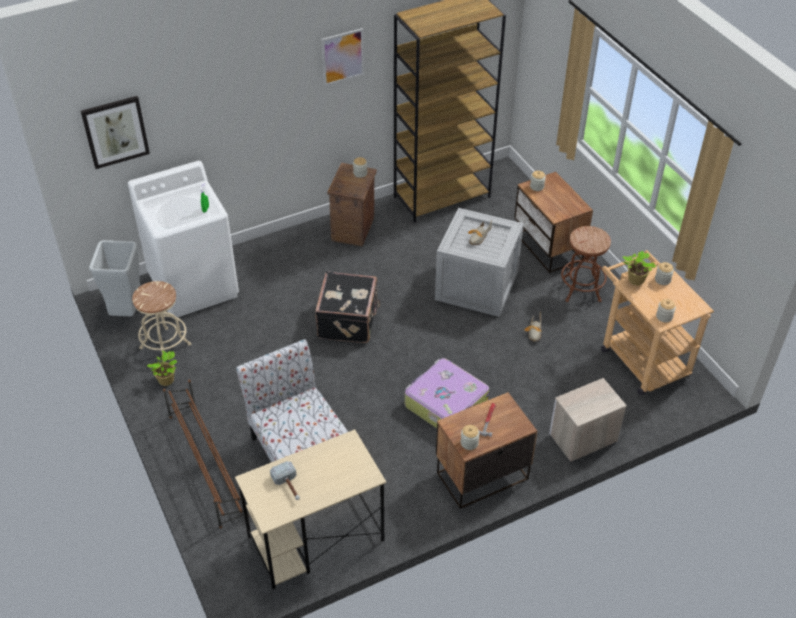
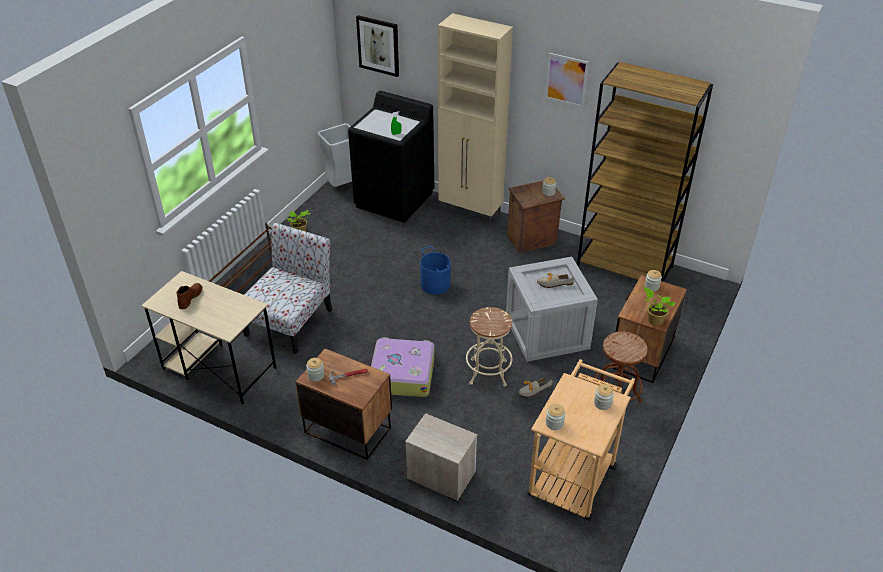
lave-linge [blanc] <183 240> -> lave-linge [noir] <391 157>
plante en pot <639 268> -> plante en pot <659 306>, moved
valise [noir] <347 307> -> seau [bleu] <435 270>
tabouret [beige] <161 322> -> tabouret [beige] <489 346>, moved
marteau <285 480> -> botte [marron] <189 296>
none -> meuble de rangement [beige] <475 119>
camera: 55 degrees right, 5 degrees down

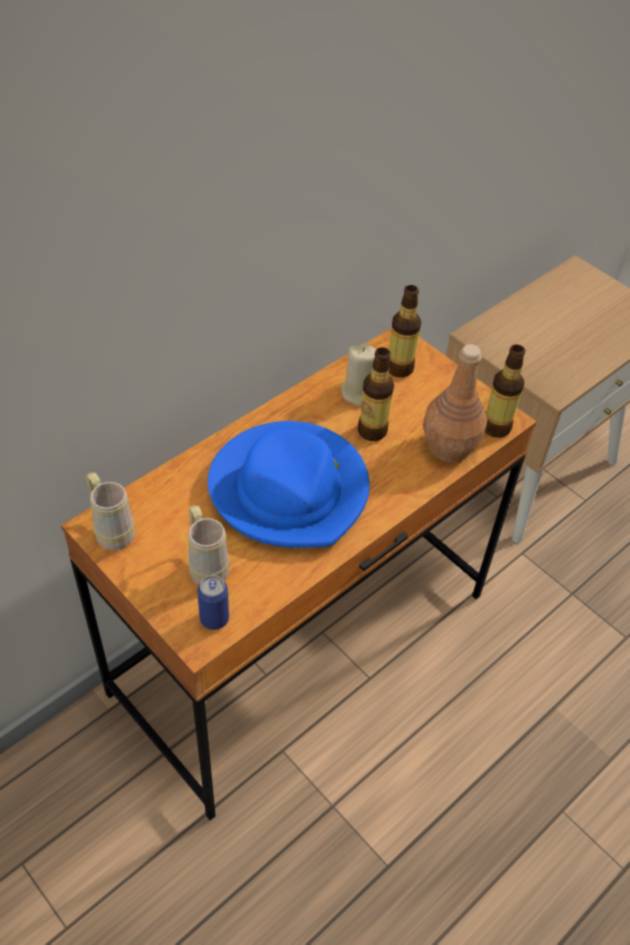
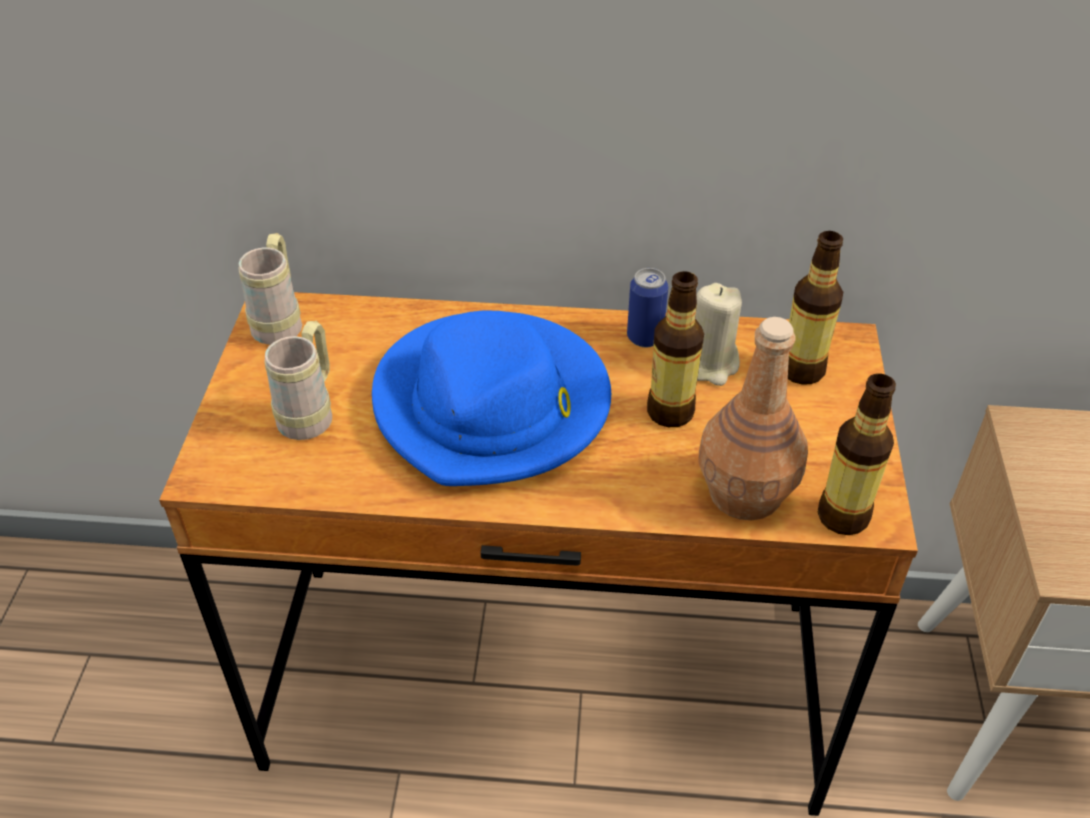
boîte métallique <213 602> -> boîte métallique <647 307>, moved
camera: 50 degrees right, 5 degrees down

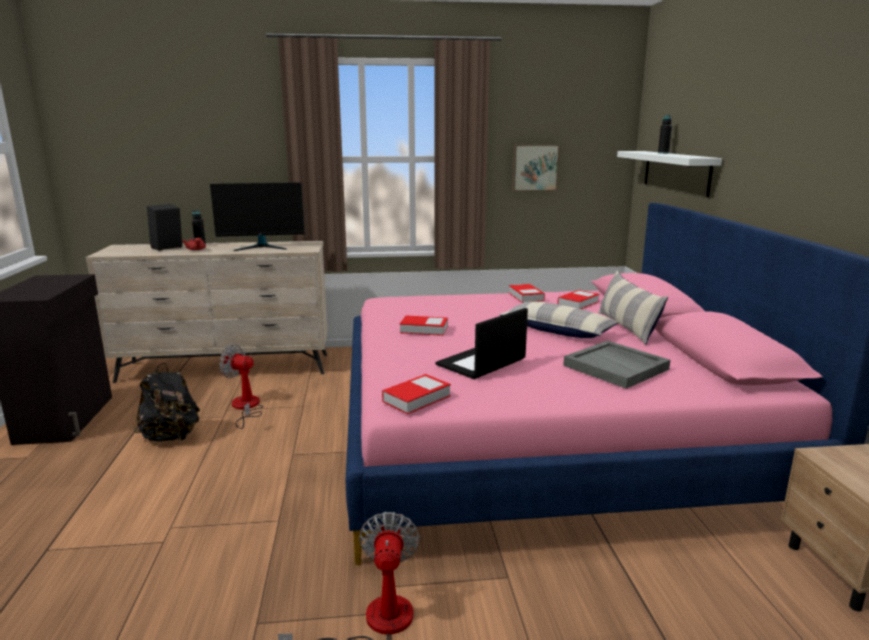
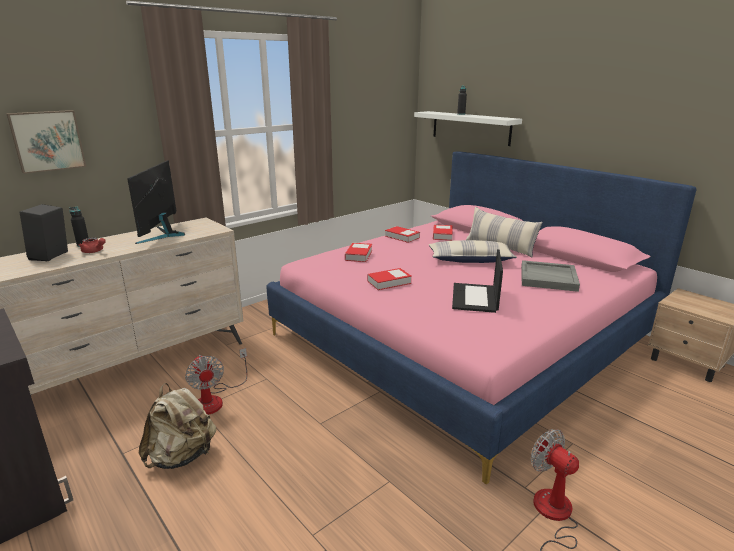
tableau <536 167> -> tableau <46 142>, moved
écran d'ordinateur <257 216> -> écran d'ordinateur <156 202>, 135 degrees clockwise
ventilateur <241 386> -> ventilateur <216 381>, 105 degrees counterclockwise
sac à dos [noir] <167 402> -> sac à dos [beige] <177 426>
livre <416 394> -> livre <358 252>, moved
camera: 35 degrees left, 5 degrees up

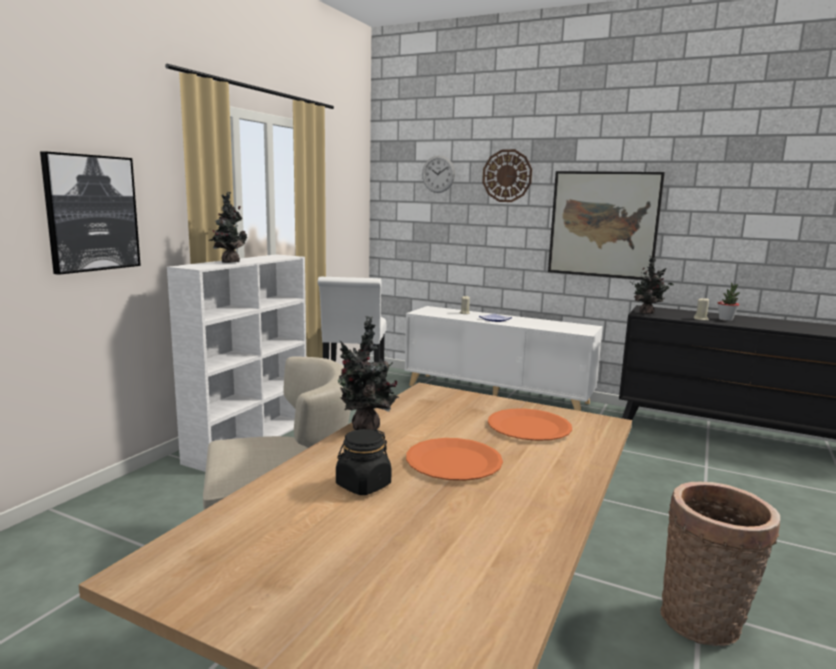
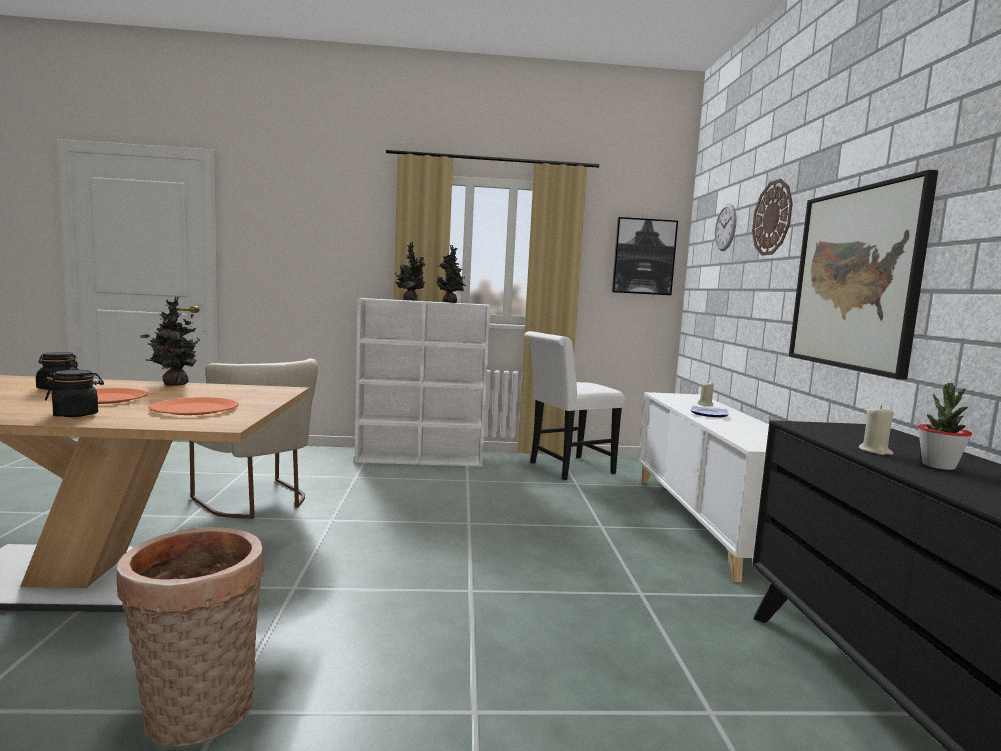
tableau <90 213> -> tableau <645 256>, moved
plante en pot <652 285> -> plante en pot <452 274>, moved
none -> bocal [noir] <74 393>
camera: 60 degrees right, 5 degrees down

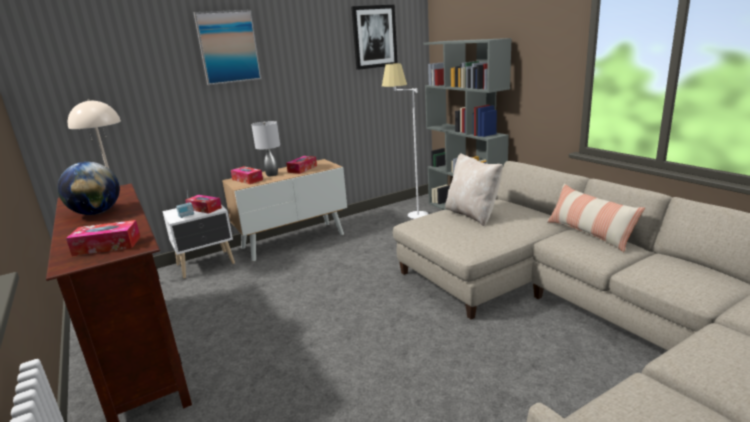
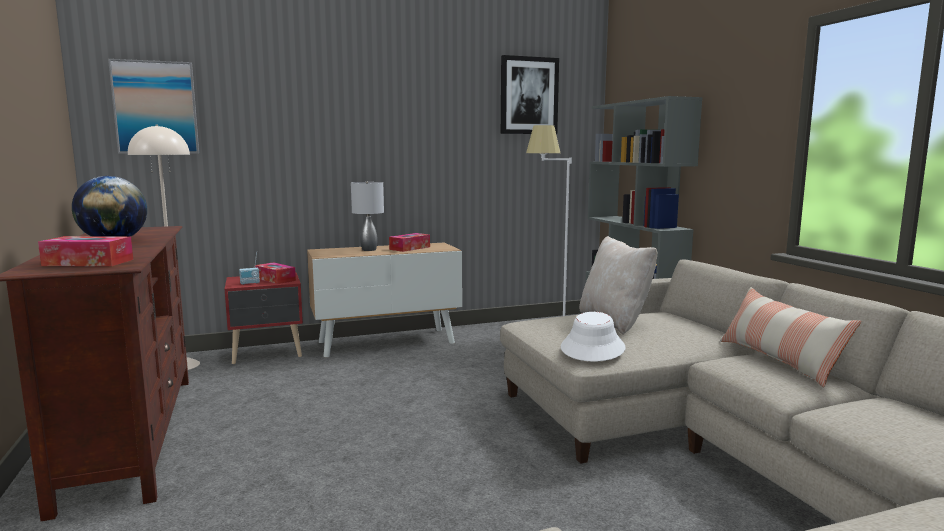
tableau <227 47> -> tableau <153 106>, moved
boîte à mouchoirs <247 175> -> none
table de chevet [blanc] <198 241> -> table de chevet [rouge] <264 318>
none -> chapeau [blanc] <593 336>
camera: 10 degrees right, 10 degrees down

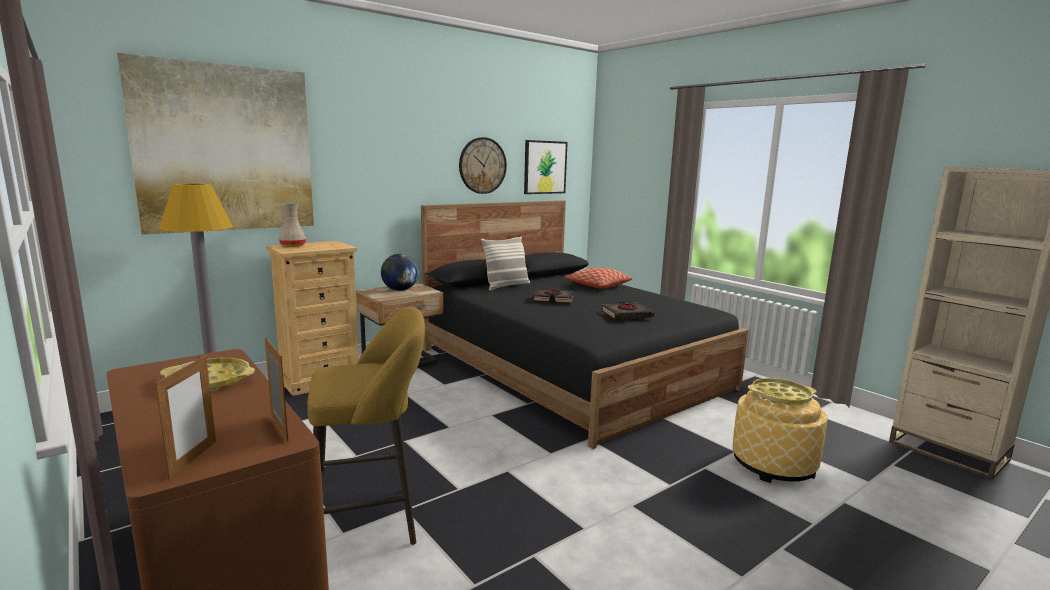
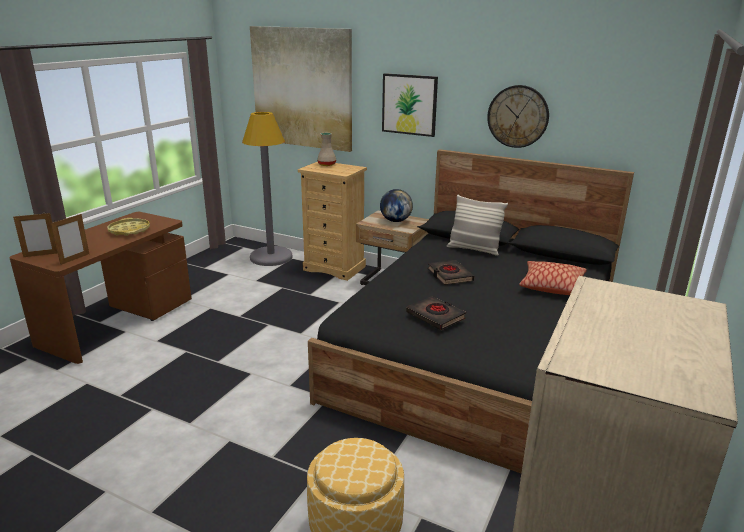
tableau <546 167> -> tableau <410 105>, moved
tabouret [jaune] <366 426> -> none
plateau [jaune] <782 391> -> none
camera: 65 degrees right, 10 degrees up

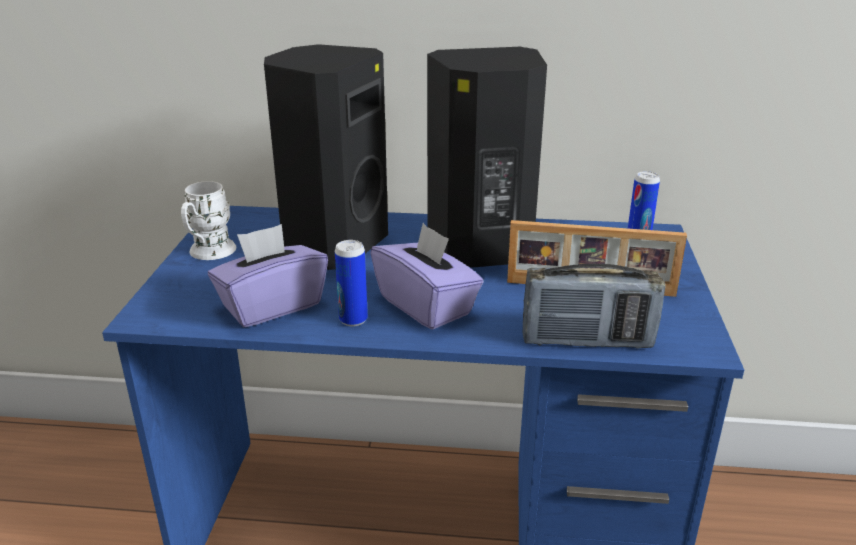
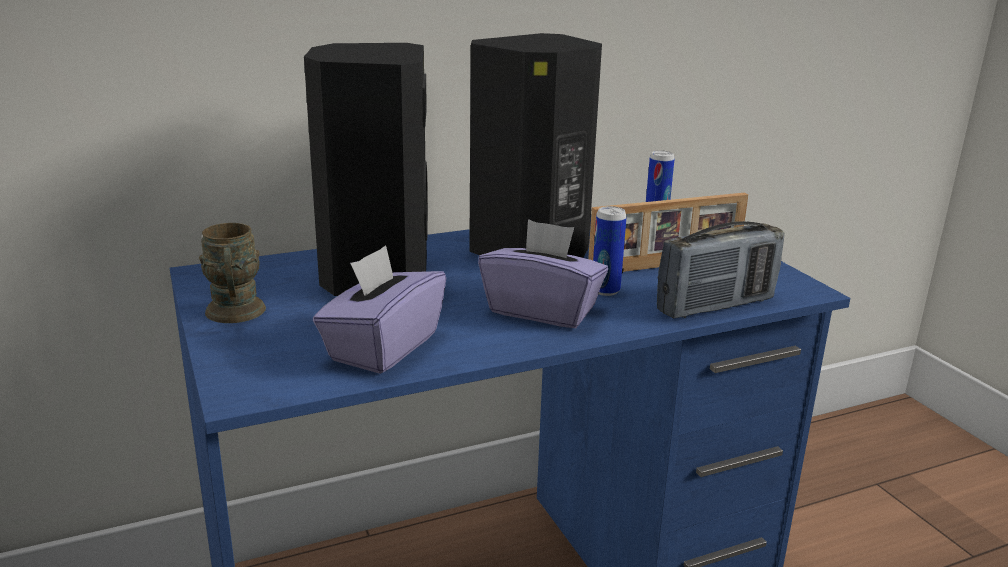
mug [blanc] <208 220> -> mug [marron] <232 273>
boîte métallique <351 283> -> boîte métallique <610 251>, moved
camera: 30 degrees left, 5 degrees down

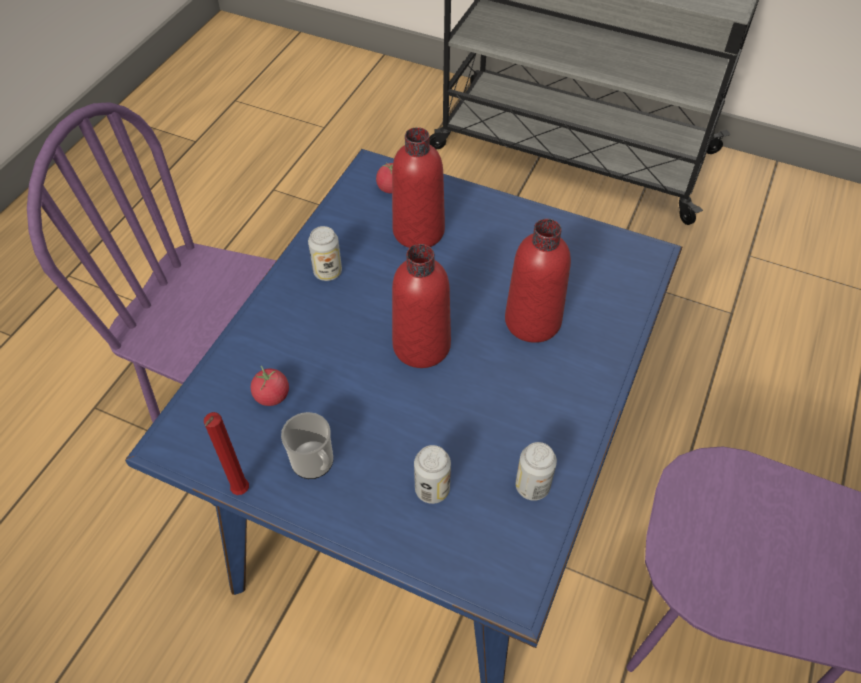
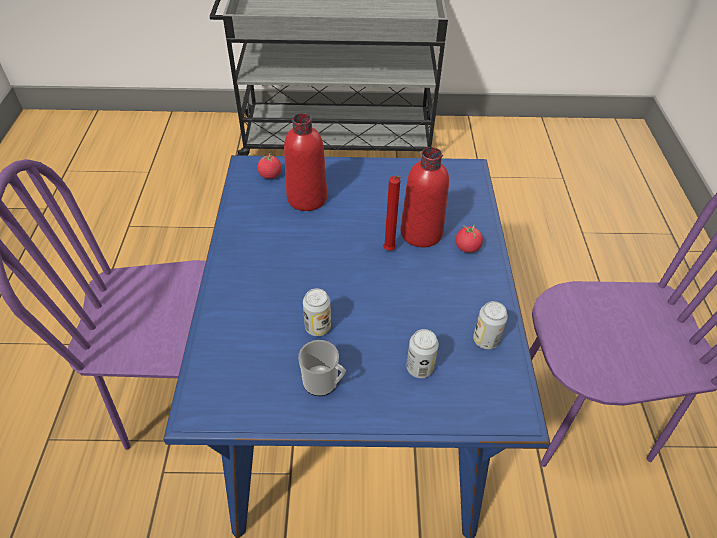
boîte métallique <325 253> -> boîte métallique <317 312>, moved
bouteille [rouge] <421 306> -> none
tomate <269 386> -> tomate <469 239>, moved
bougie [rouge] <226 453> -> bougie [rouge] <392 213>, moved
camera: 25 degrees left, 5 degrees down

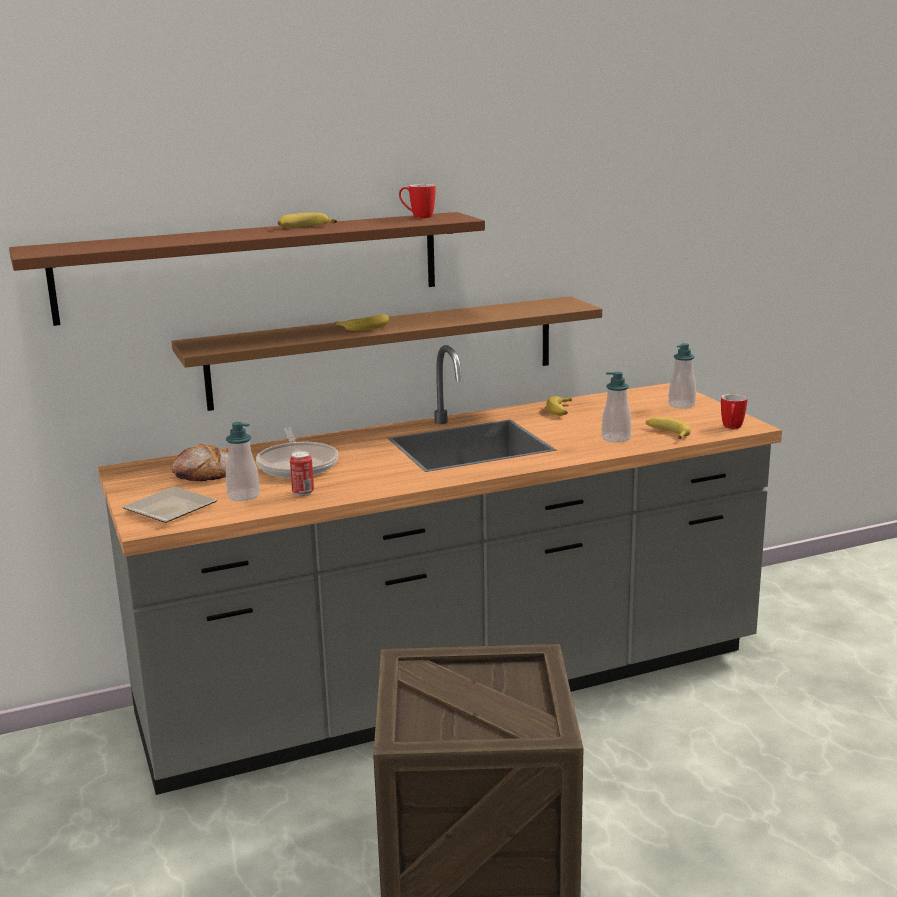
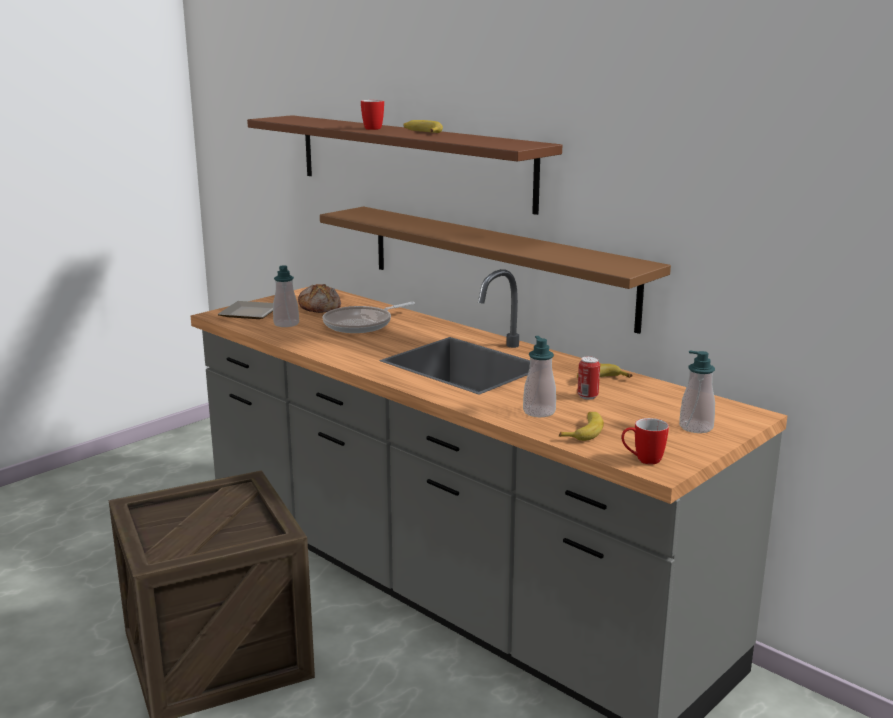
mug <417 201> -> mug <372 115>, moved
banane <361 322> -> none
boîte métallique <302 473> -> boîte métallique <588 378>, moved
camera: 65 degrees right, 0 degrees up

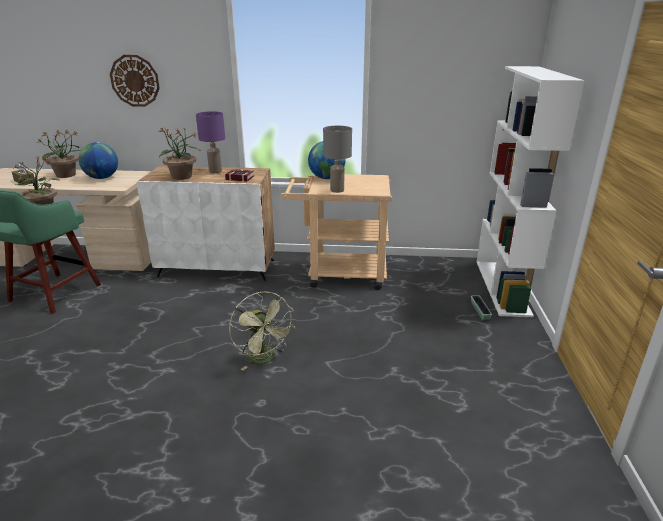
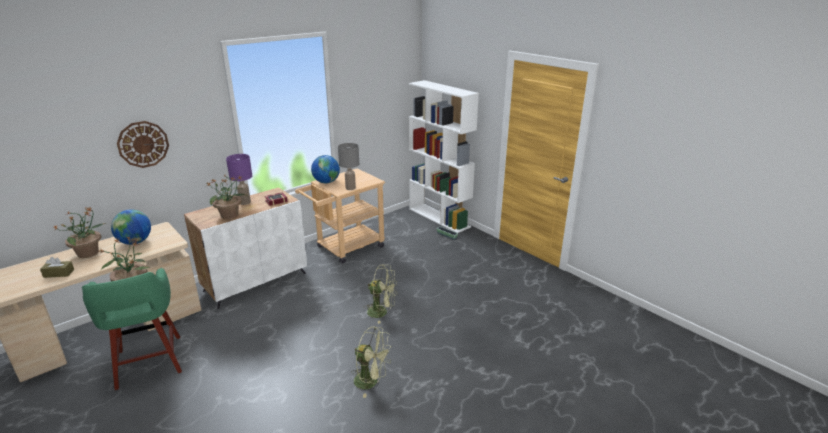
none -> ventilateur [vert] <371 362>
camera: 45 degrees left, 0 degrees up

